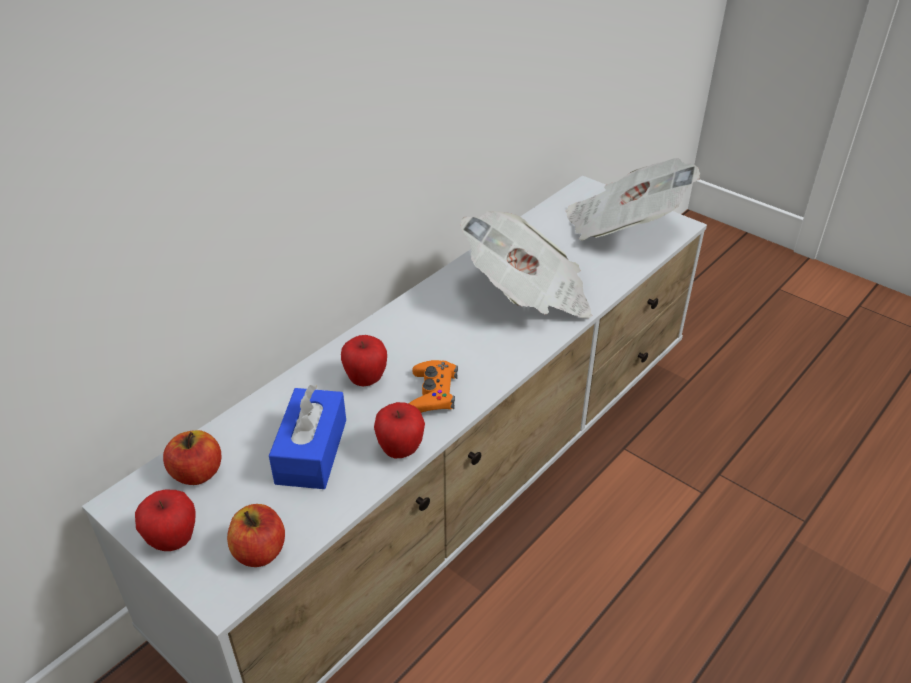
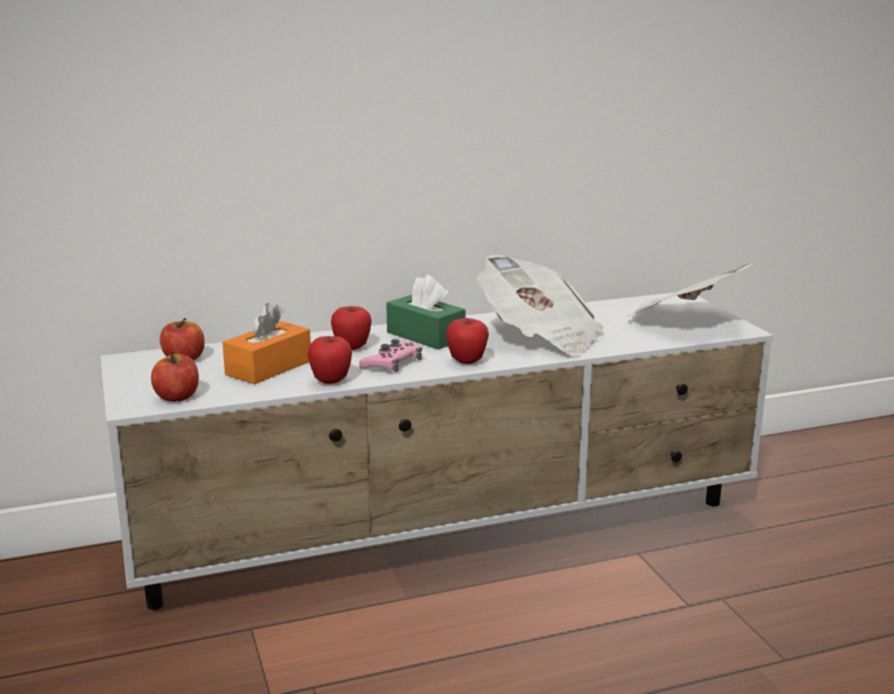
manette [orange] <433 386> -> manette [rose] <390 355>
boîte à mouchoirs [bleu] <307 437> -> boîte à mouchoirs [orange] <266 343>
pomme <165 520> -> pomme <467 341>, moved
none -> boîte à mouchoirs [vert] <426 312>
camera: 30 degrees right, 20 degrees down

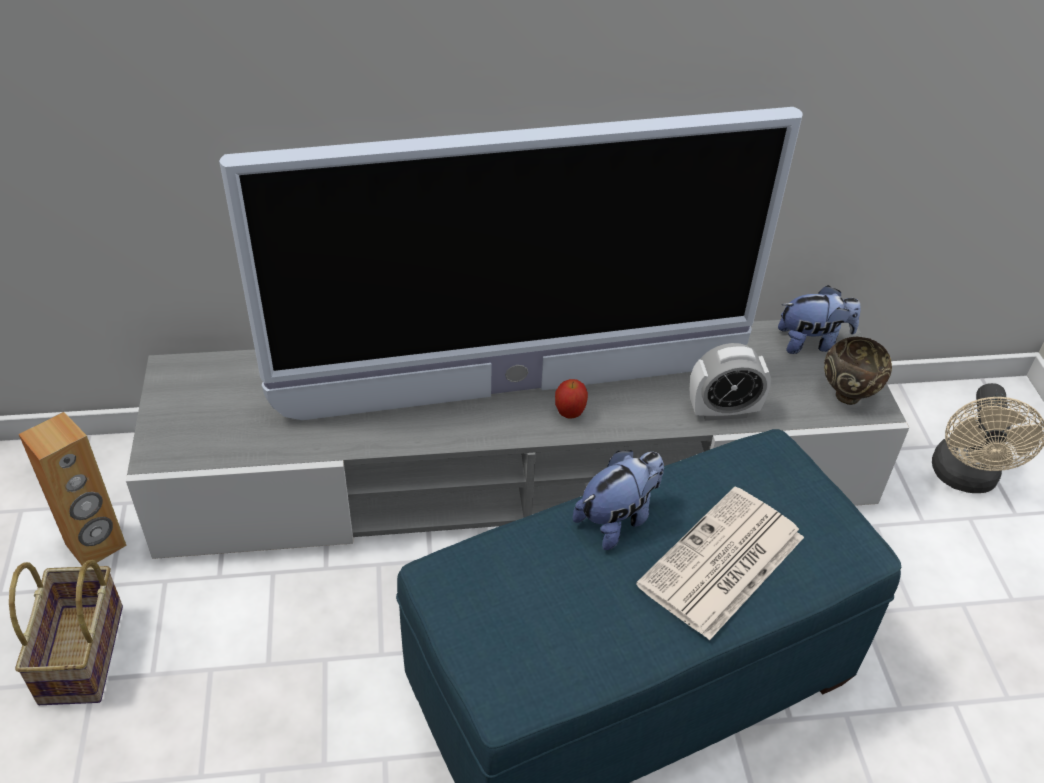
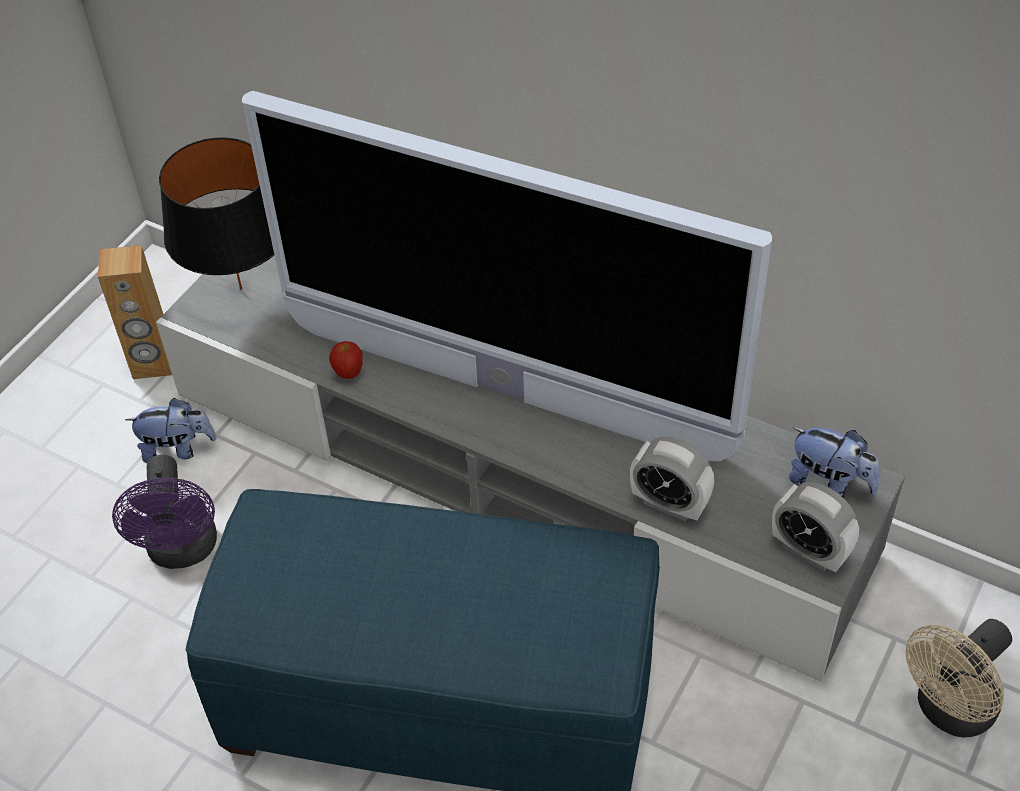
bol [marron] <858 371> -> réveil <815 527>
pomme <571 399> -> pomme <346 360>, moved
peluche <618 500> -> peluche <171 430>, moved
journal <720 563> -> none
panier <66 632> -> none
none -> lampe de table [noir] <216 213>
none -> ventilateur [violet] <164 512>
camera: 40 degrees right, 5 degrees up

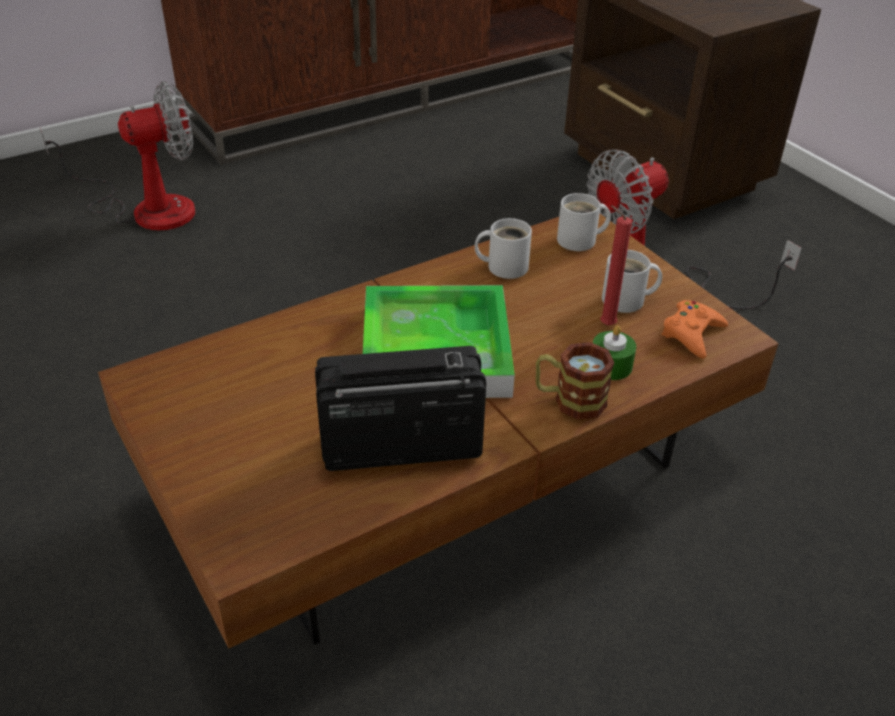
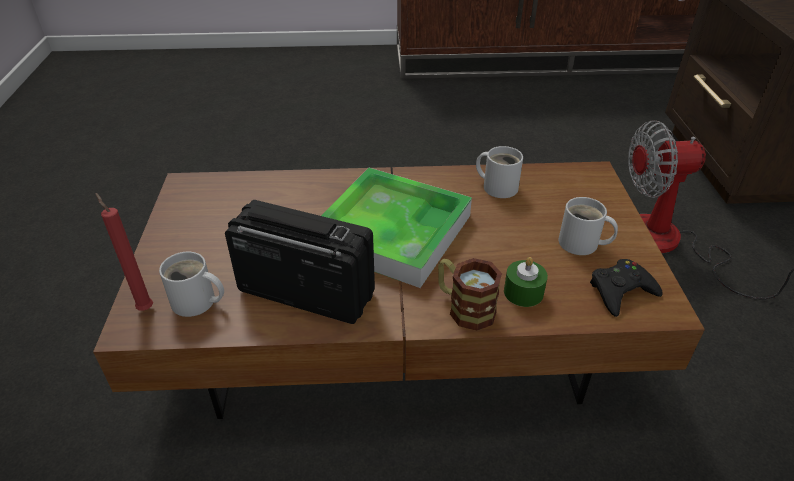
ventilateur <117 155> -> none
mug [blanc] <584 222> -> mug [blanc] <191 284>, moved
bougie [rouge] <616 265> -> bougie [rouge] <124 252>, moved
manette [orange] <695 329> -> manette [noir] <626 288>
camera: 30 degrees right, 0 degrees up

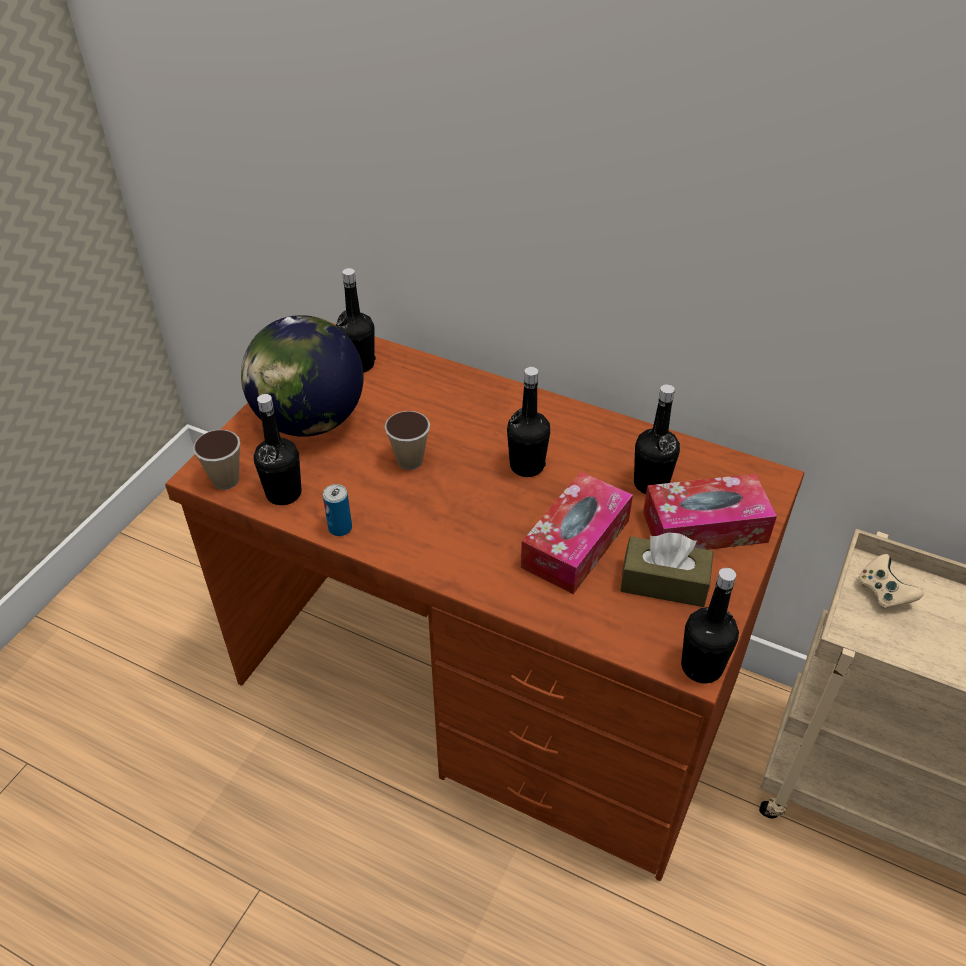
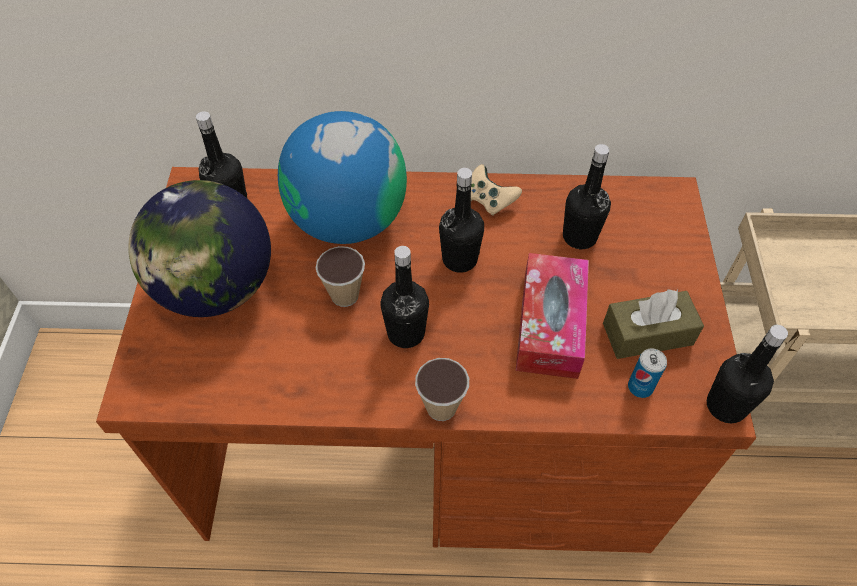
bouteille [noir] <277 449> -> bouteille [noir] <404 297>, moved
tasse <216 460> -> tasse <442 389>, moved
boîte à mouchoirs <710 512> -> none
boîte métallique <337 510> -> boîte métallique <647 373>, moved
manette [beige] <891 581> -> manette [beige] <496 190>, moved
none -> globe <342 177>
camera: 25 degrees left, 10 degrees up

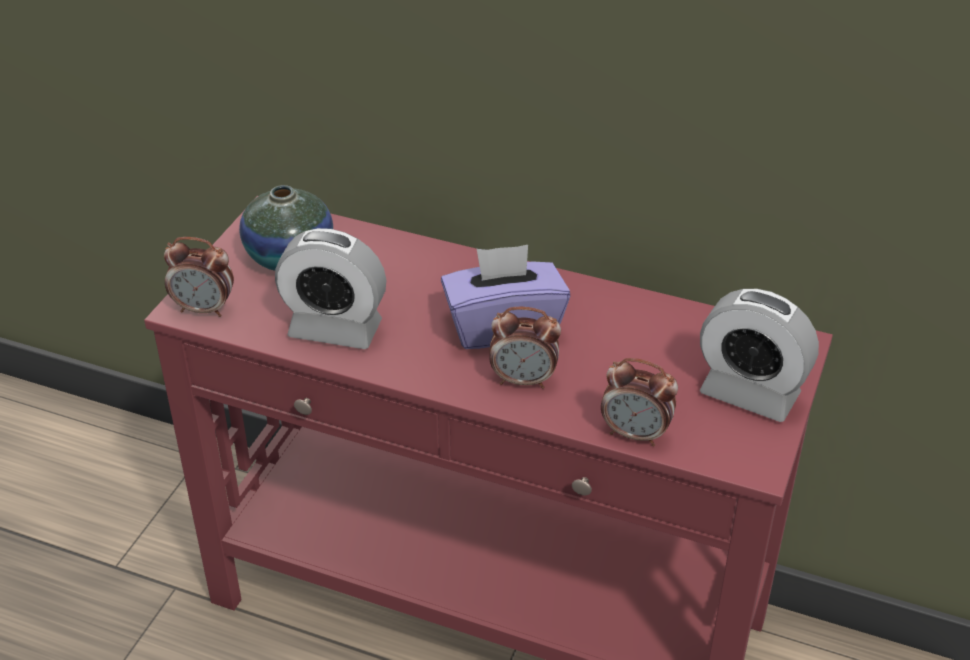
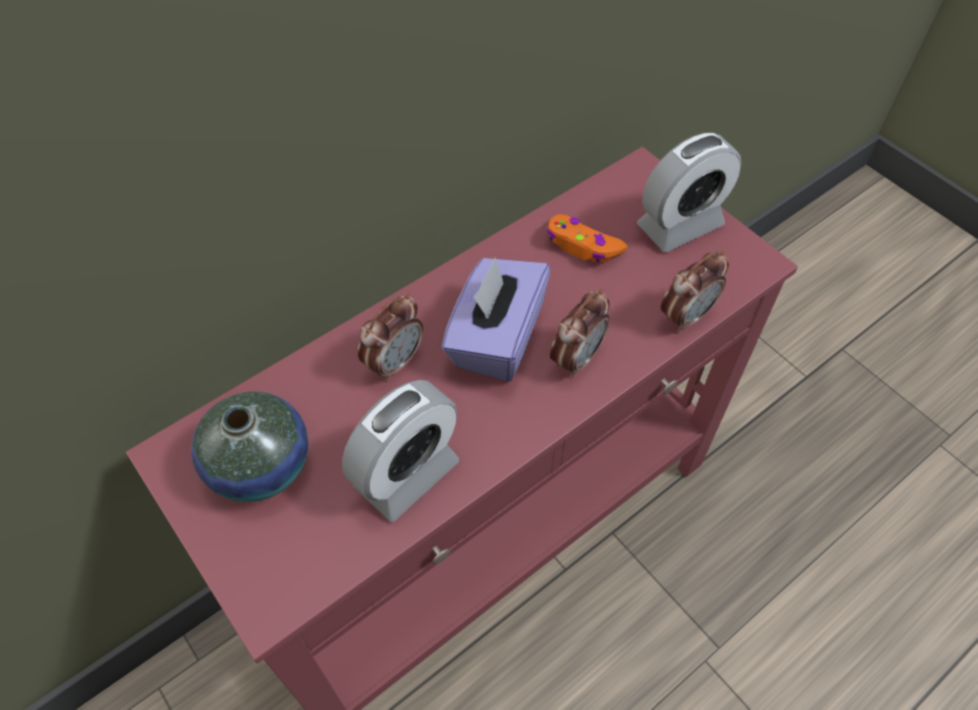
réveil <199 277> -> réveil <390 337>, moved
none -> manette [orange] <587 238>
camera: 60 degrees left, 15 degrees up

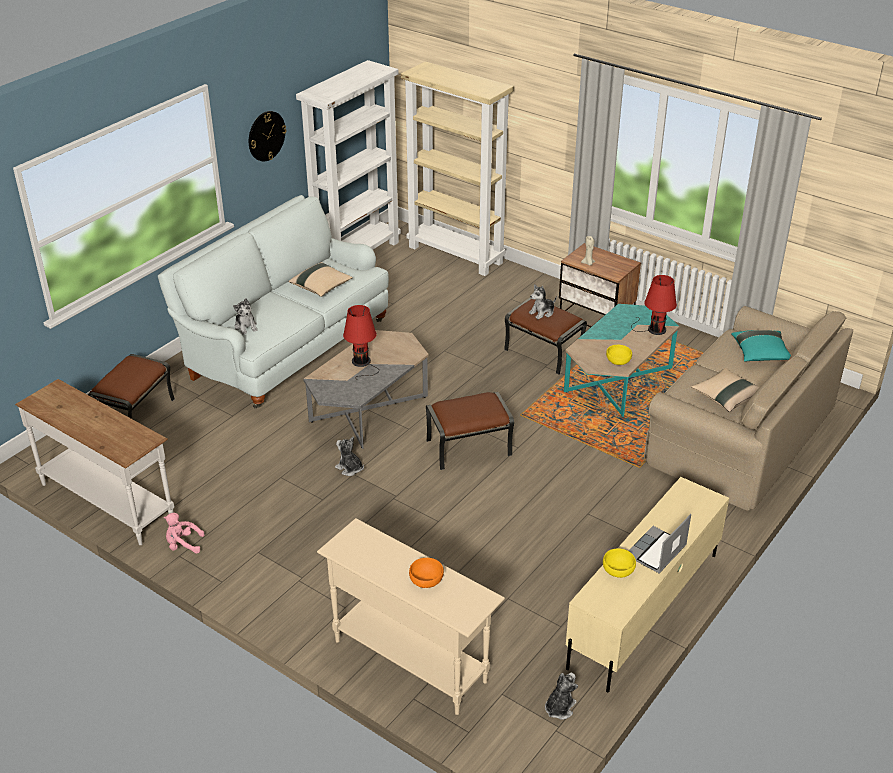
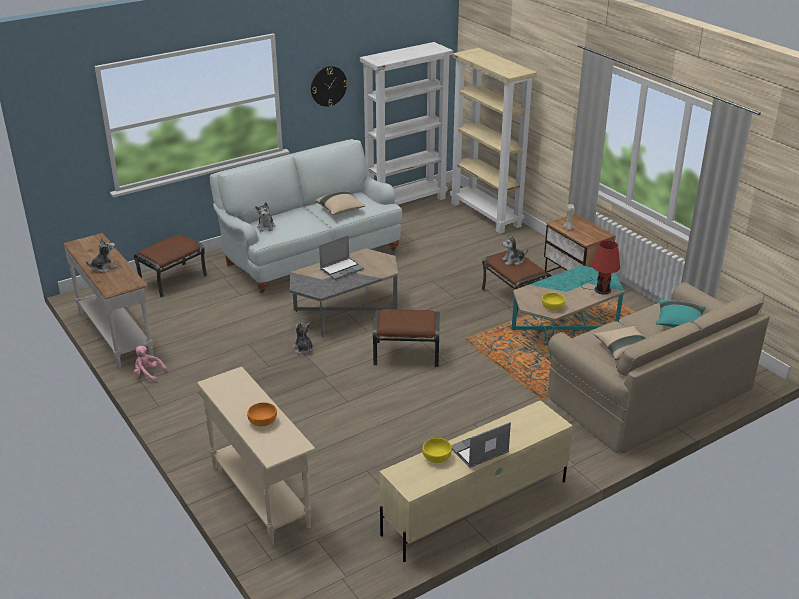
lampe de table [rouge] <360 341> -> ordinateur portable <341 257>
peluche <561 696> -> peluche <101 255>, moved
camera: 20 degrees right, 5 degrees down

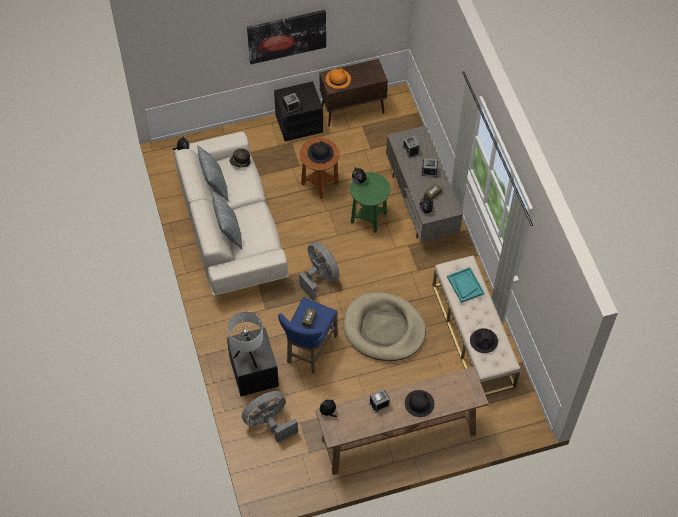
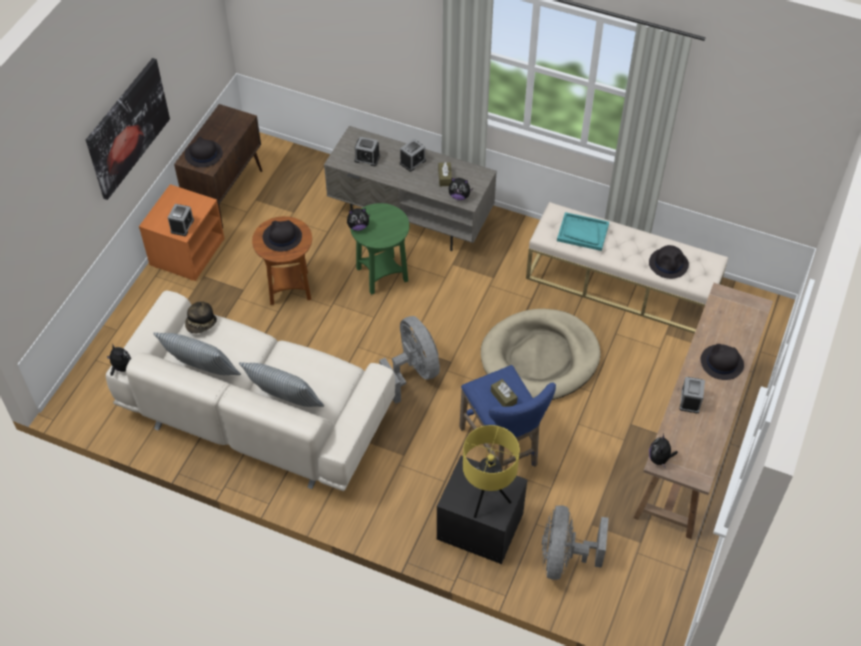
chapeau [orange] <338 78> -> chapeau [noir] <204 152>
table de chevet [noir] <298 111> -> table de chevet [orange] <182 232>
ventilateur [gris] <319 271> -> ventilateur [gris] <409 360>, 60 degrees clockwise
lampe de table [blanc] <247 339> -> lampe de table [jaune] <491 471>
camera: 50 degrees left, 5 degrees down

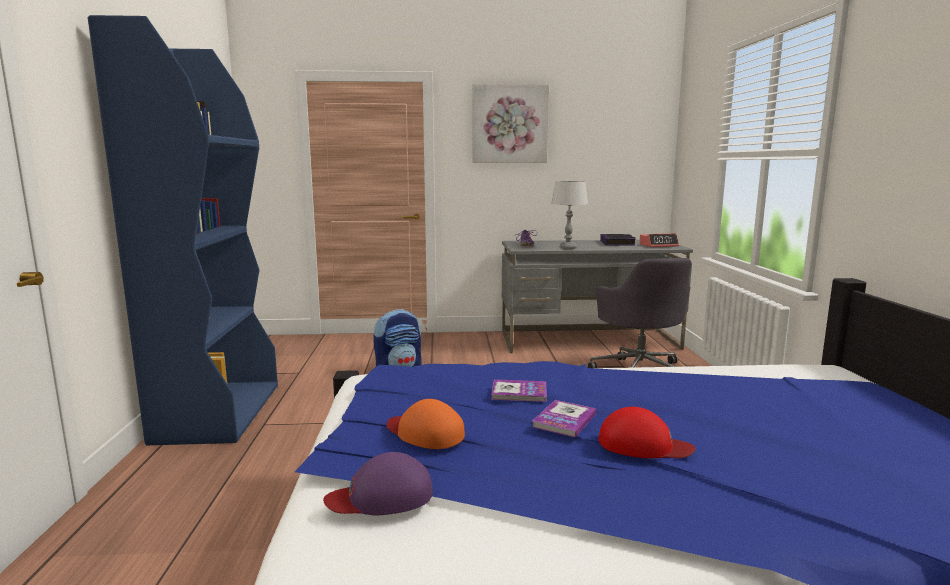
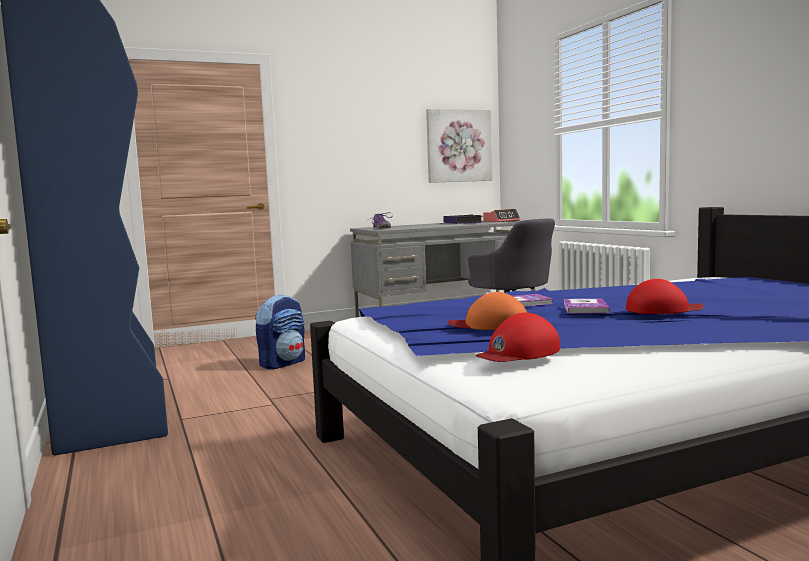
tableau <511 123> -> tableau <459 146>, moved
lampe de table [gris] <569 215> -> none
casquette [violet] <378 483> -> casquette [rouge] <518 337>
camera: 20 degrees left, 5 degrees down

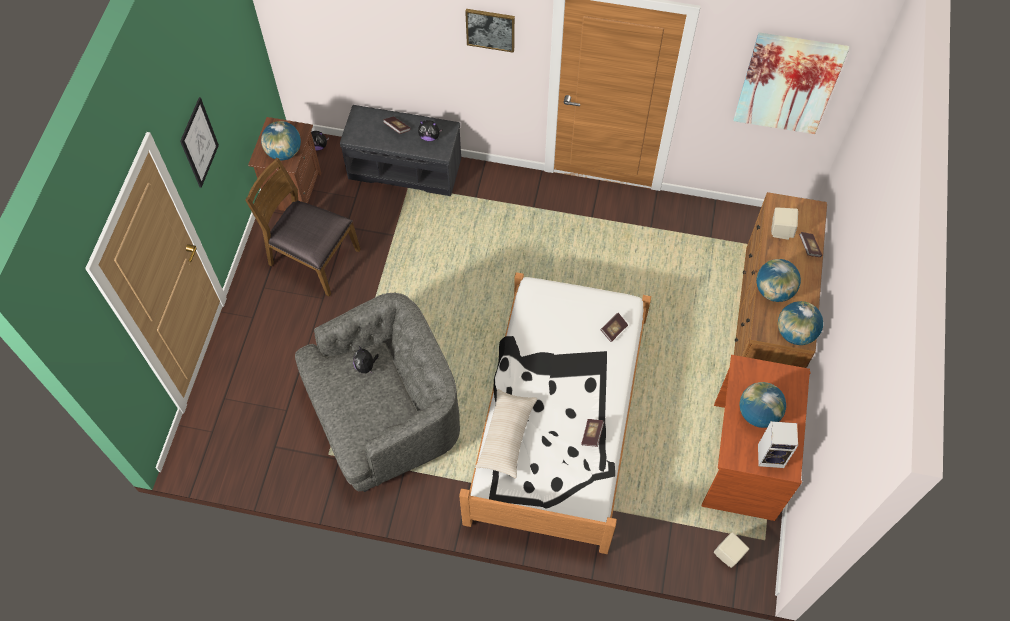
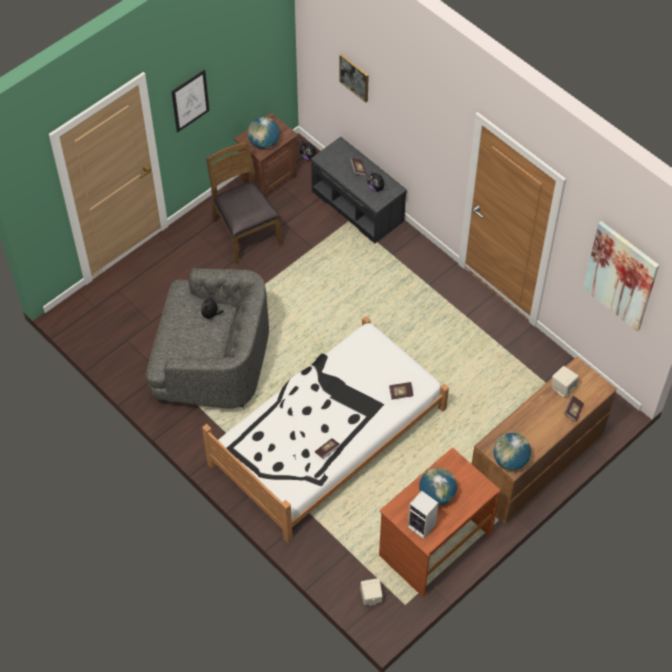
tableau <490 31> -> tableau <354 78>, moved
globe <778 280> -> none
coussin [beige] <506 433> -> none
camera: 35 degrees right, 5 degrees down

